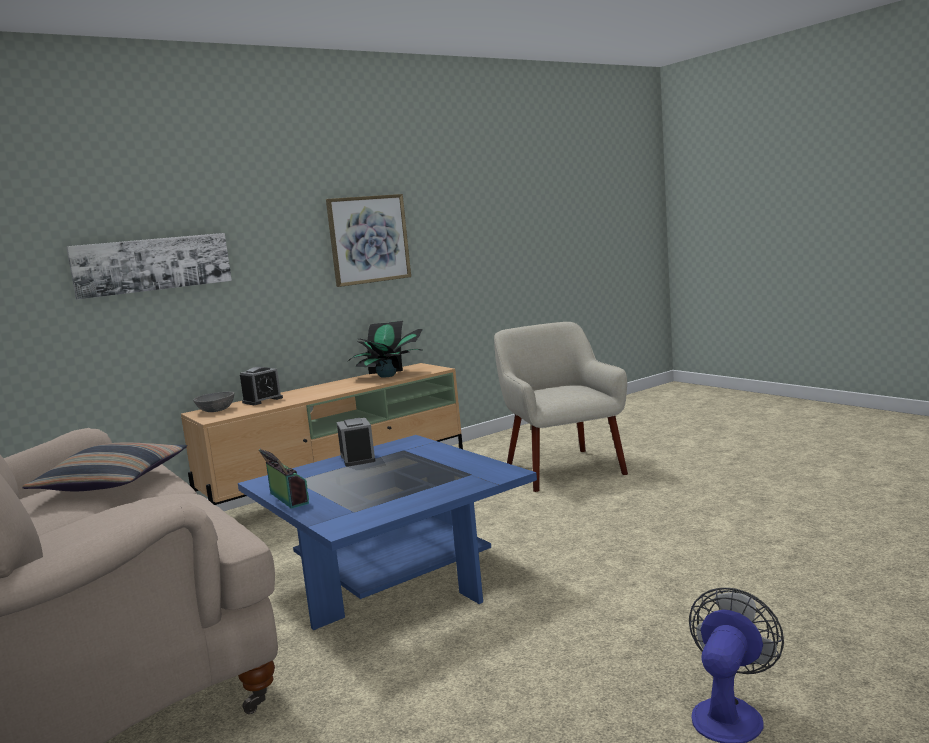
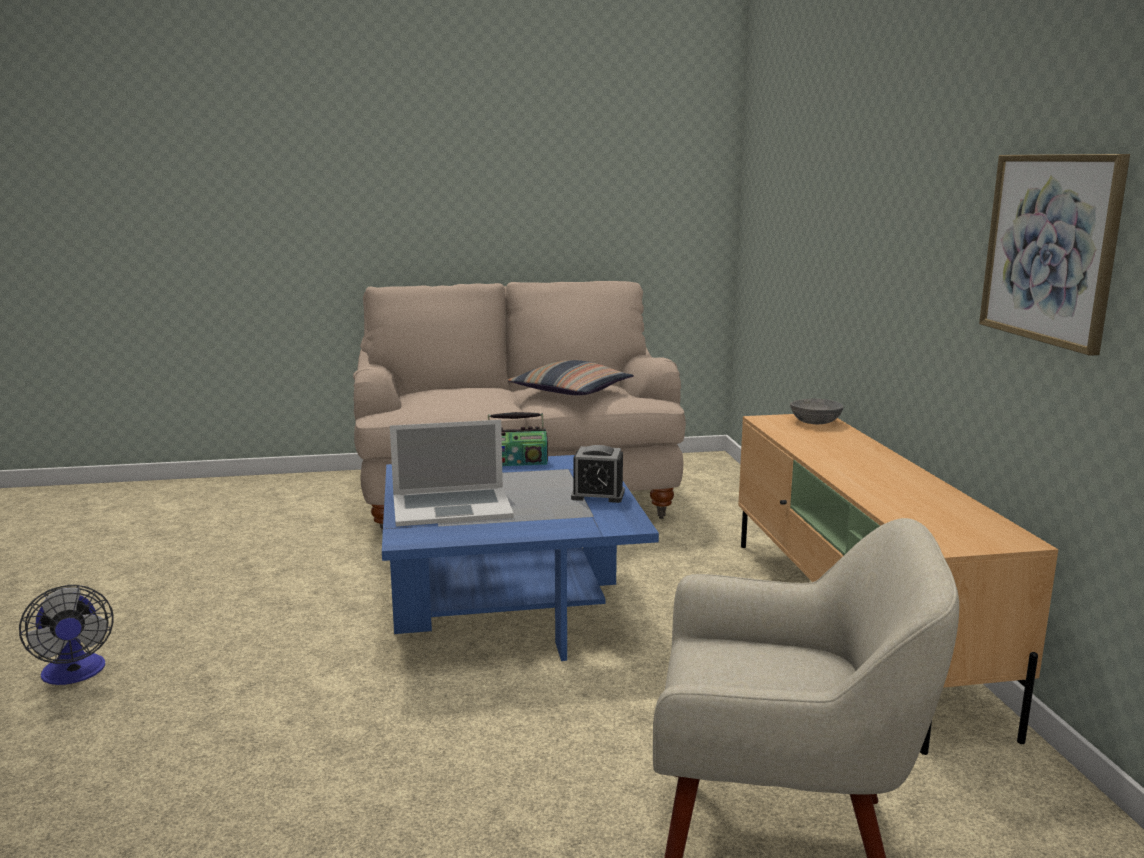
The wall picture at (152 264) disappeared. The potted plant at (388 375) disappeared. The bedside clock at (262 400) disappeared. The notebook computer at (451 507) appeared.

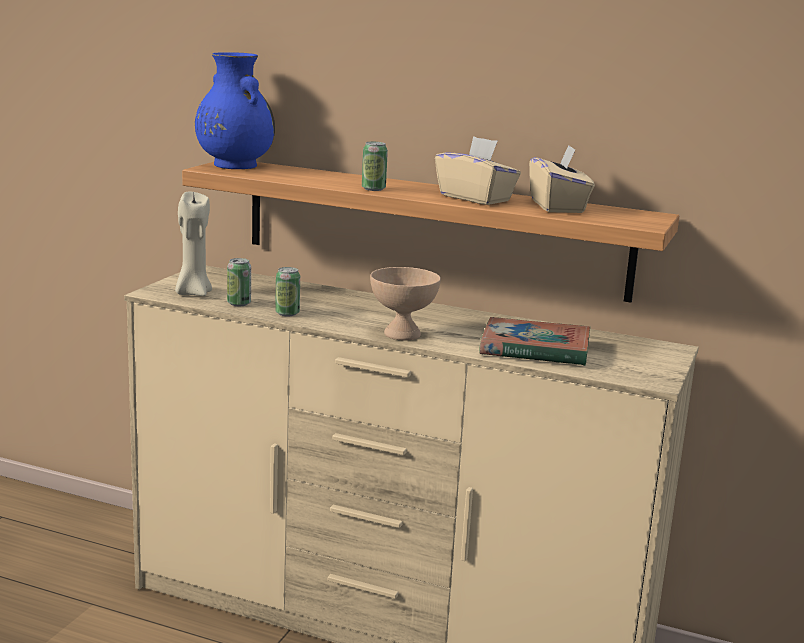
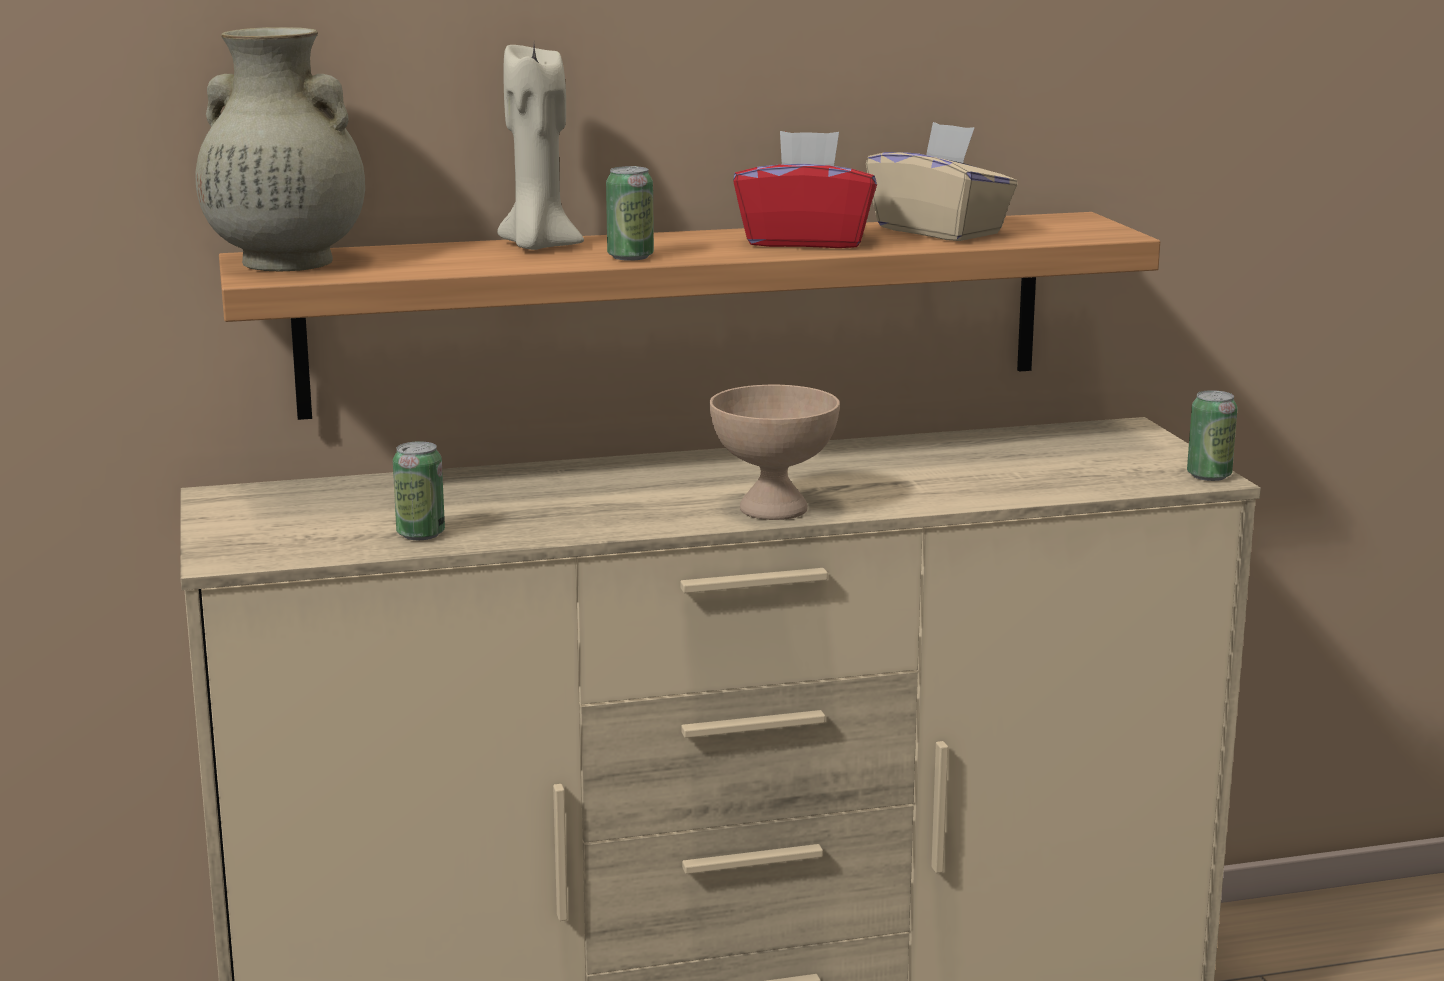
The blue-coloured vase at (234 165) became the beige vase at (284 262). The beige box of tissues at (475 198) became the red-coloured box of tissues at (806 241). The beige wax candle moved from (193 293) to (538 247). The sealed can moved from (287 313) to (1209 475). The book at (534 349) disappeared.

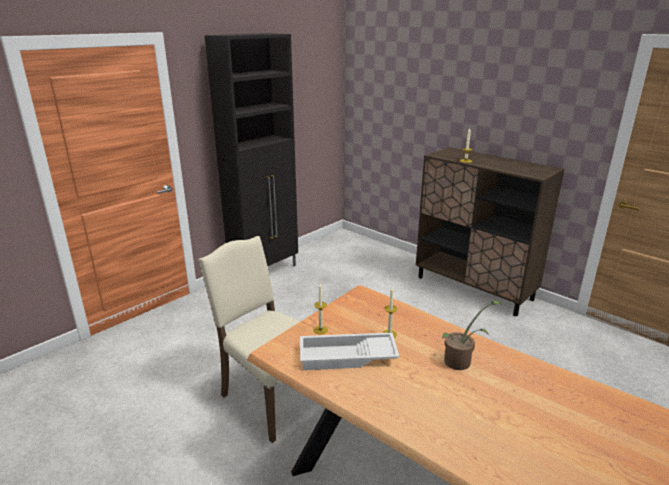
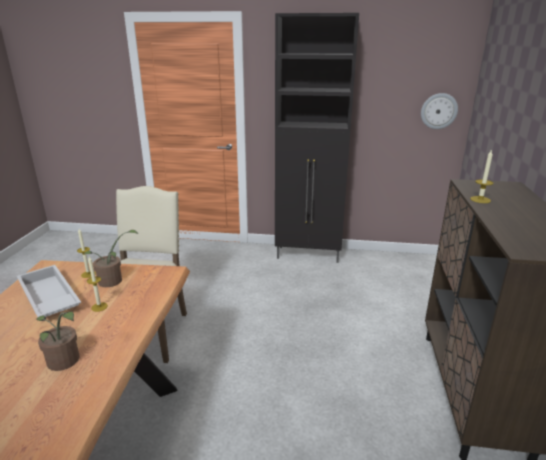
The clock on the wall at (438 111) appeared. The potted plant at (113 281) appeared.

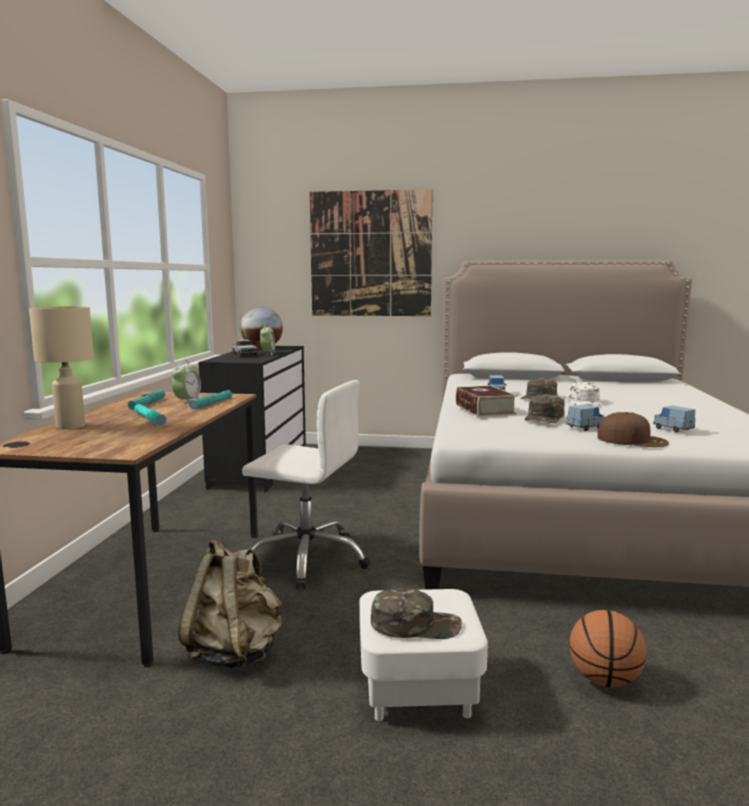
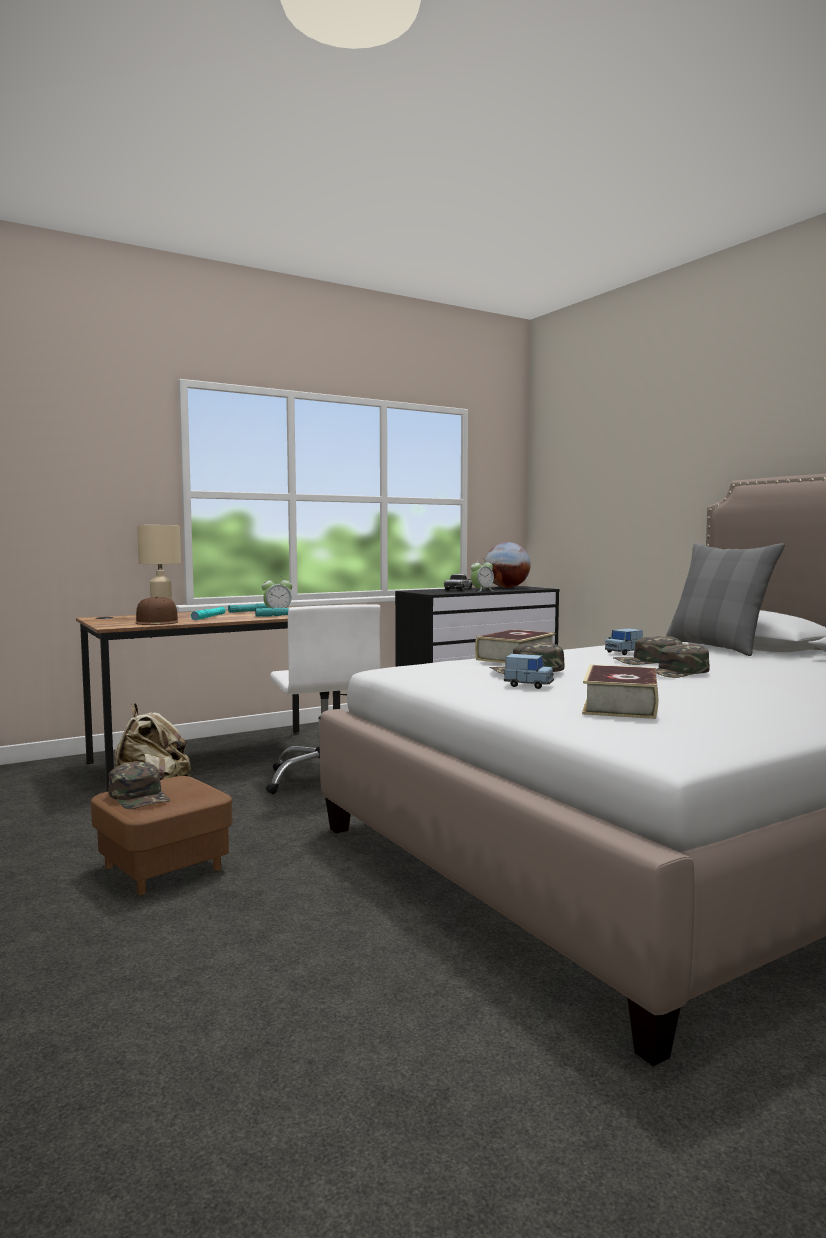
The wall picture at (370 254) disappeared. The white baseball cap at (585 402) became the greenish baseball cap at (676 672). The blue-coloured miniature car at (673 429) was replaced by the book at (620 705). The brown-coloured baseball cap moved from (633 440) to (157 621). The white footrest at (418 688) became the brown-coloured footrest at (164 868). The ball for basketball at (604 680) disappeared. The gray cushion at (717 647) appeared.

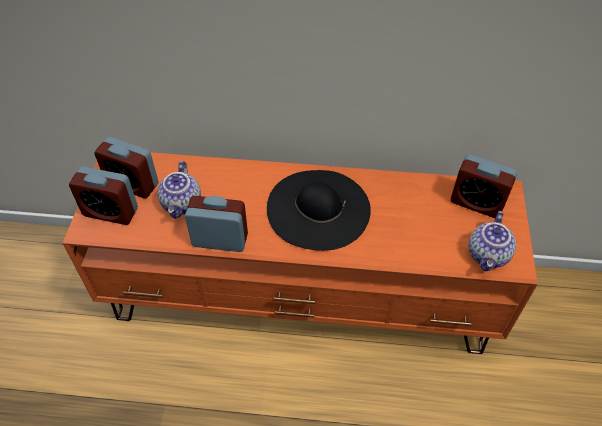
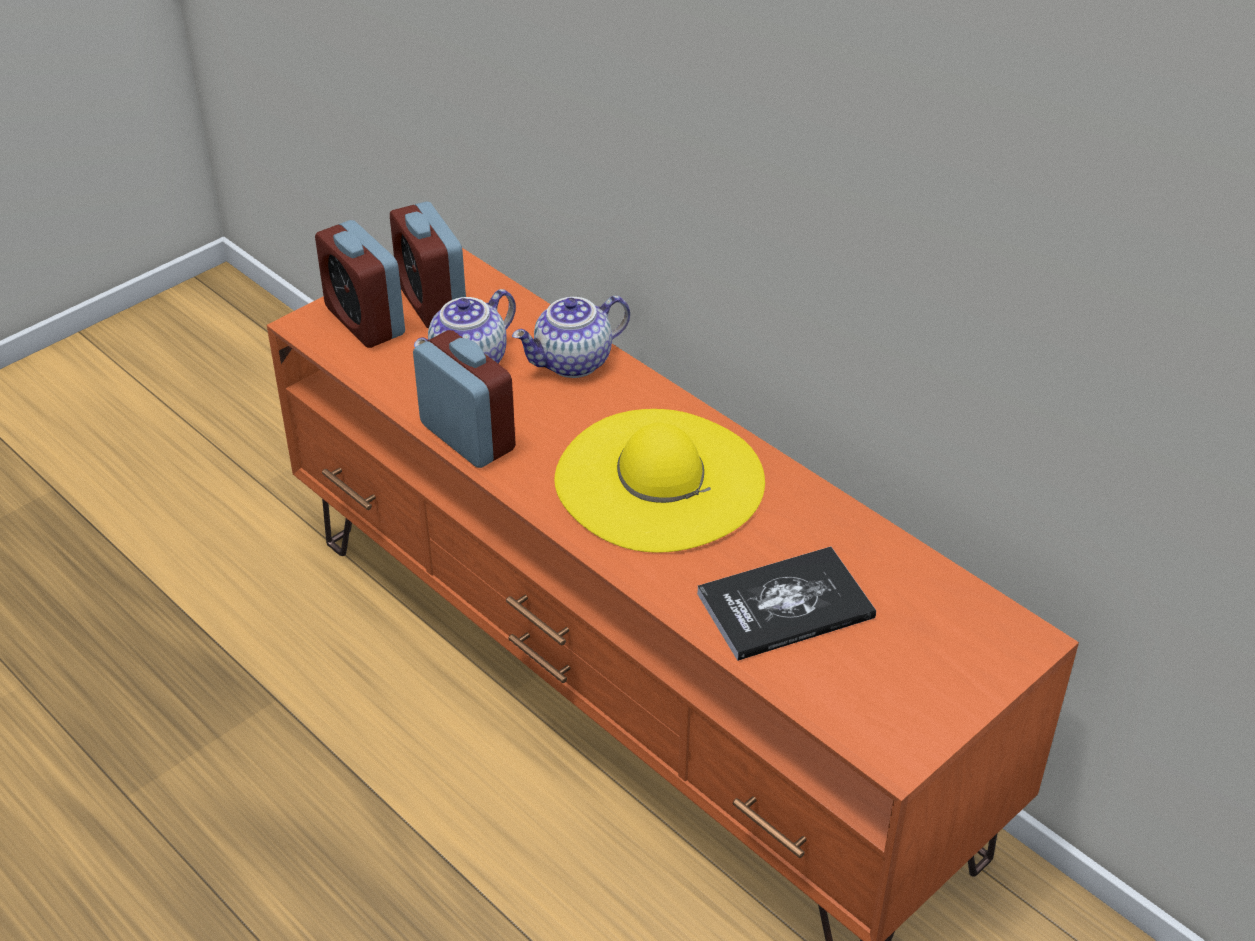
The bedside clock at (477 203) disappeared. The blackish clothing hat at (318 209) became the yellow-coloured clothing hat at (659 479). The pot for tea moved from (489 255) to (573 363). The book at (785 606) appeared.

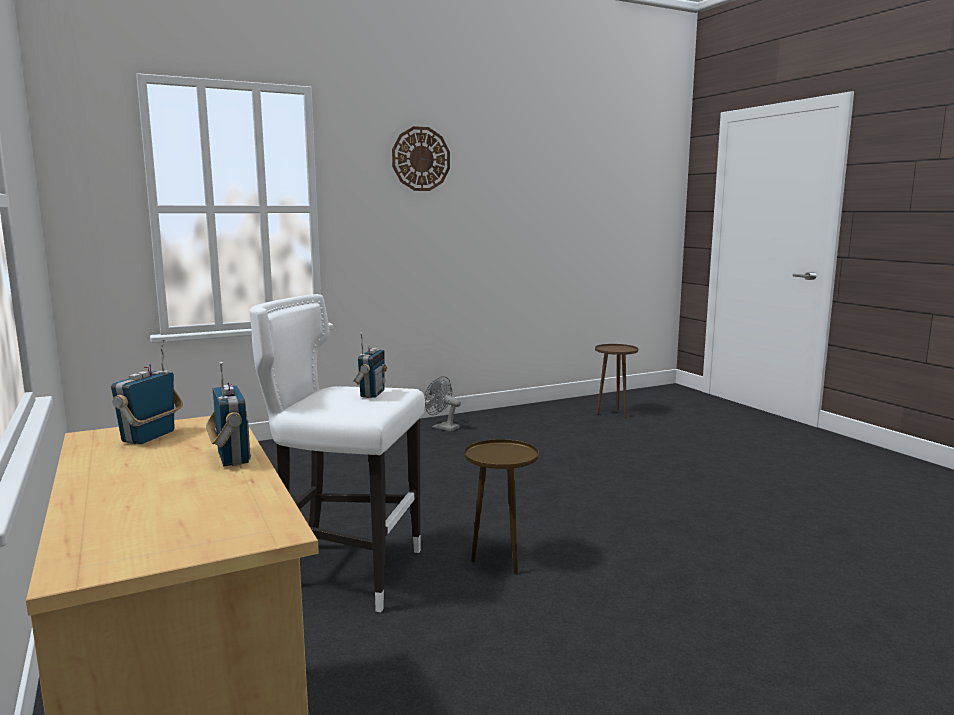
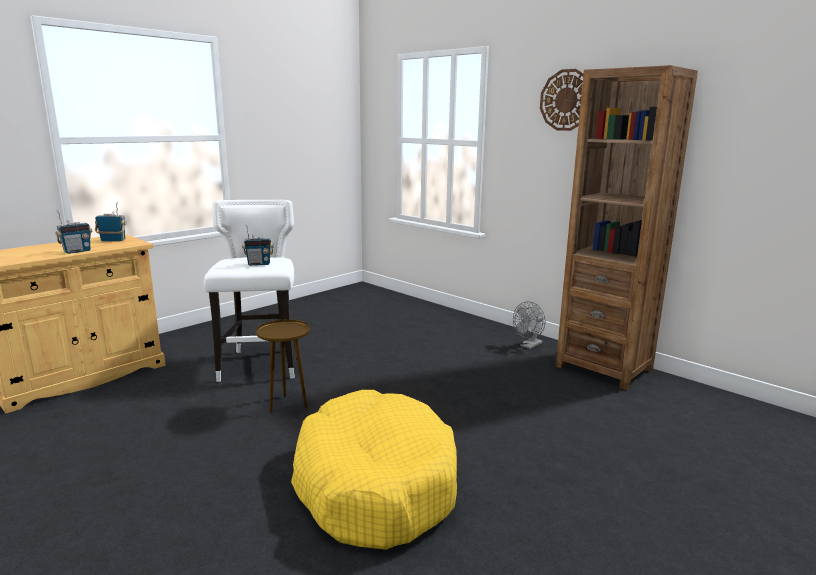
The brown-coloured accent table at (613 413) disappeared. The gray cooling fan at (442 427) turned 150 degrees counterclockwise. The brown-coloured bookshelf at (604 368) appeared. The yellow-coloured dog bed at (374 484) appeared.

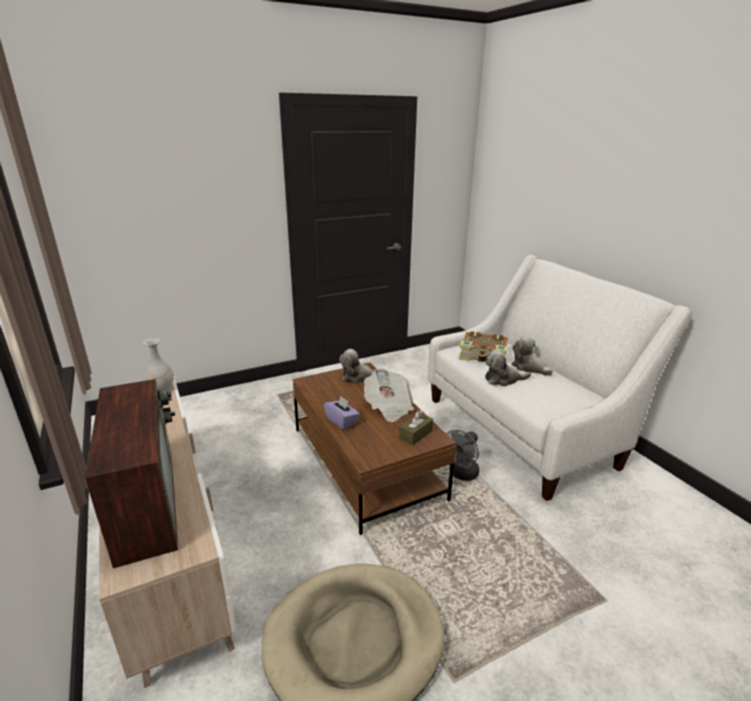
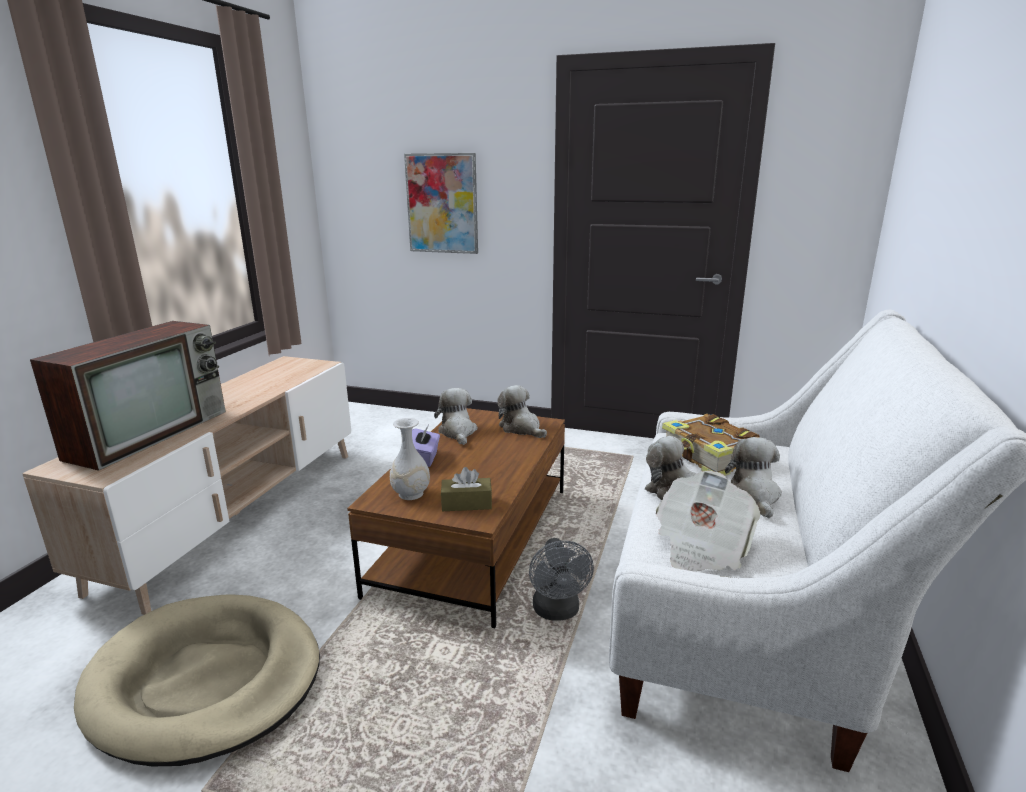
The white vase moved from (161 388) to (410 494). The daily paper moved from (388 407) to (701 546). The gray cooling fan at (461 474) turned 90 degrees counterclockwise. The wall picture at (442 203) appeared. The cuddly toy at (458 432) appeared.

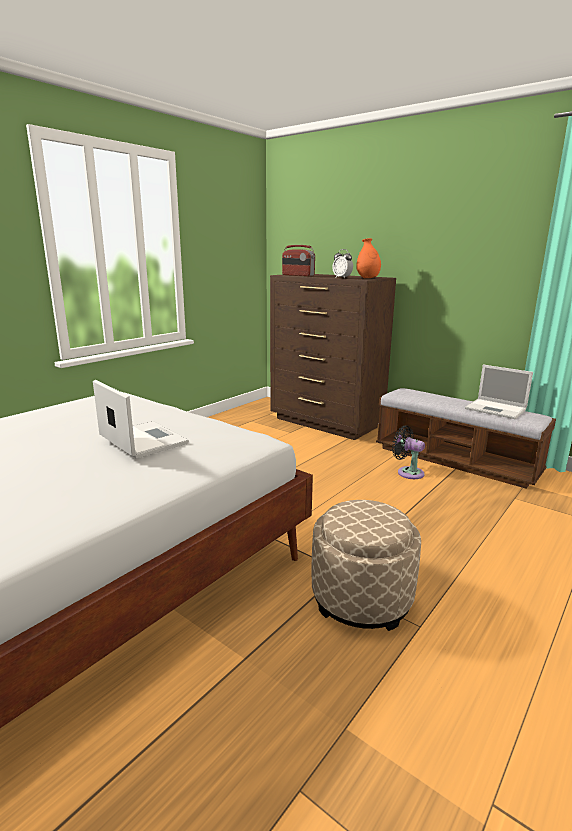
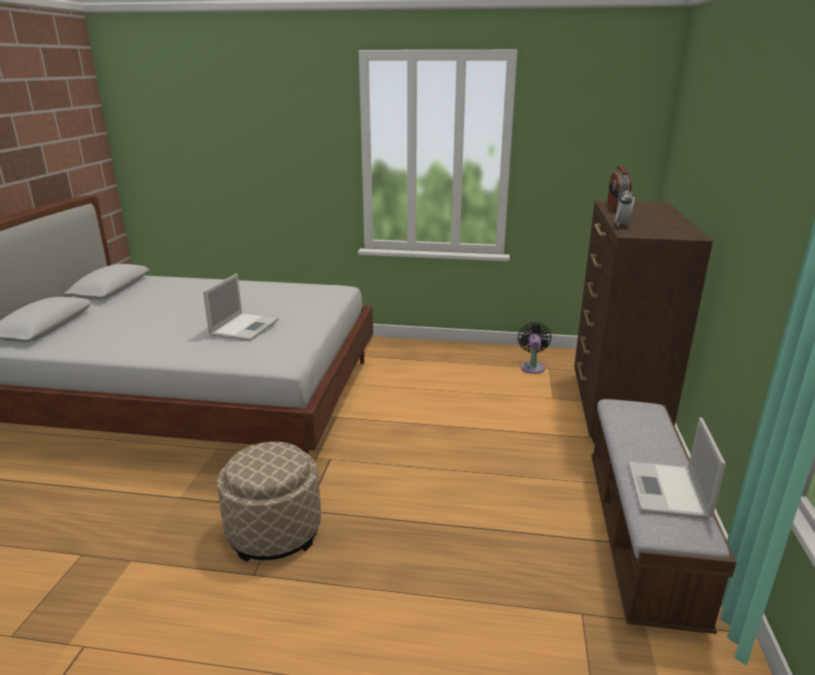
The orange-coloured vase at (367 278) disappeared. The blackish cooling fan moved from (407 472) to (532 366).

